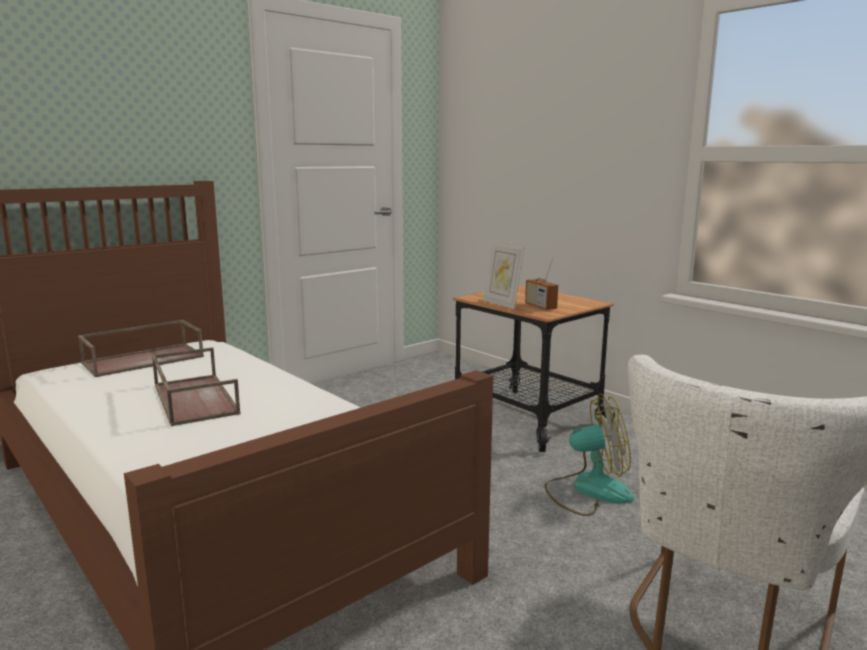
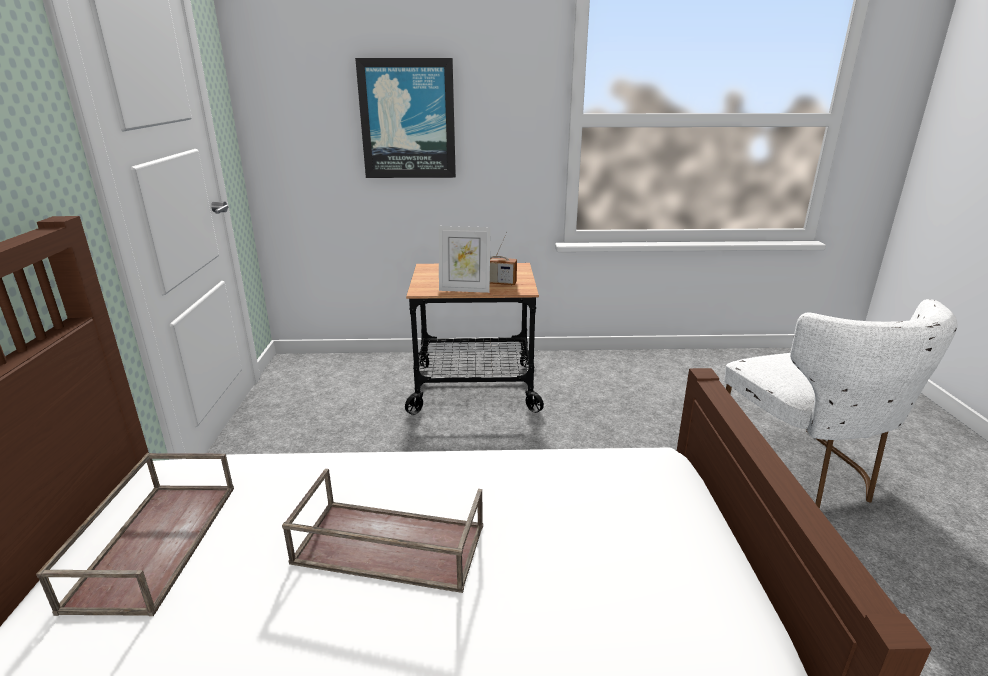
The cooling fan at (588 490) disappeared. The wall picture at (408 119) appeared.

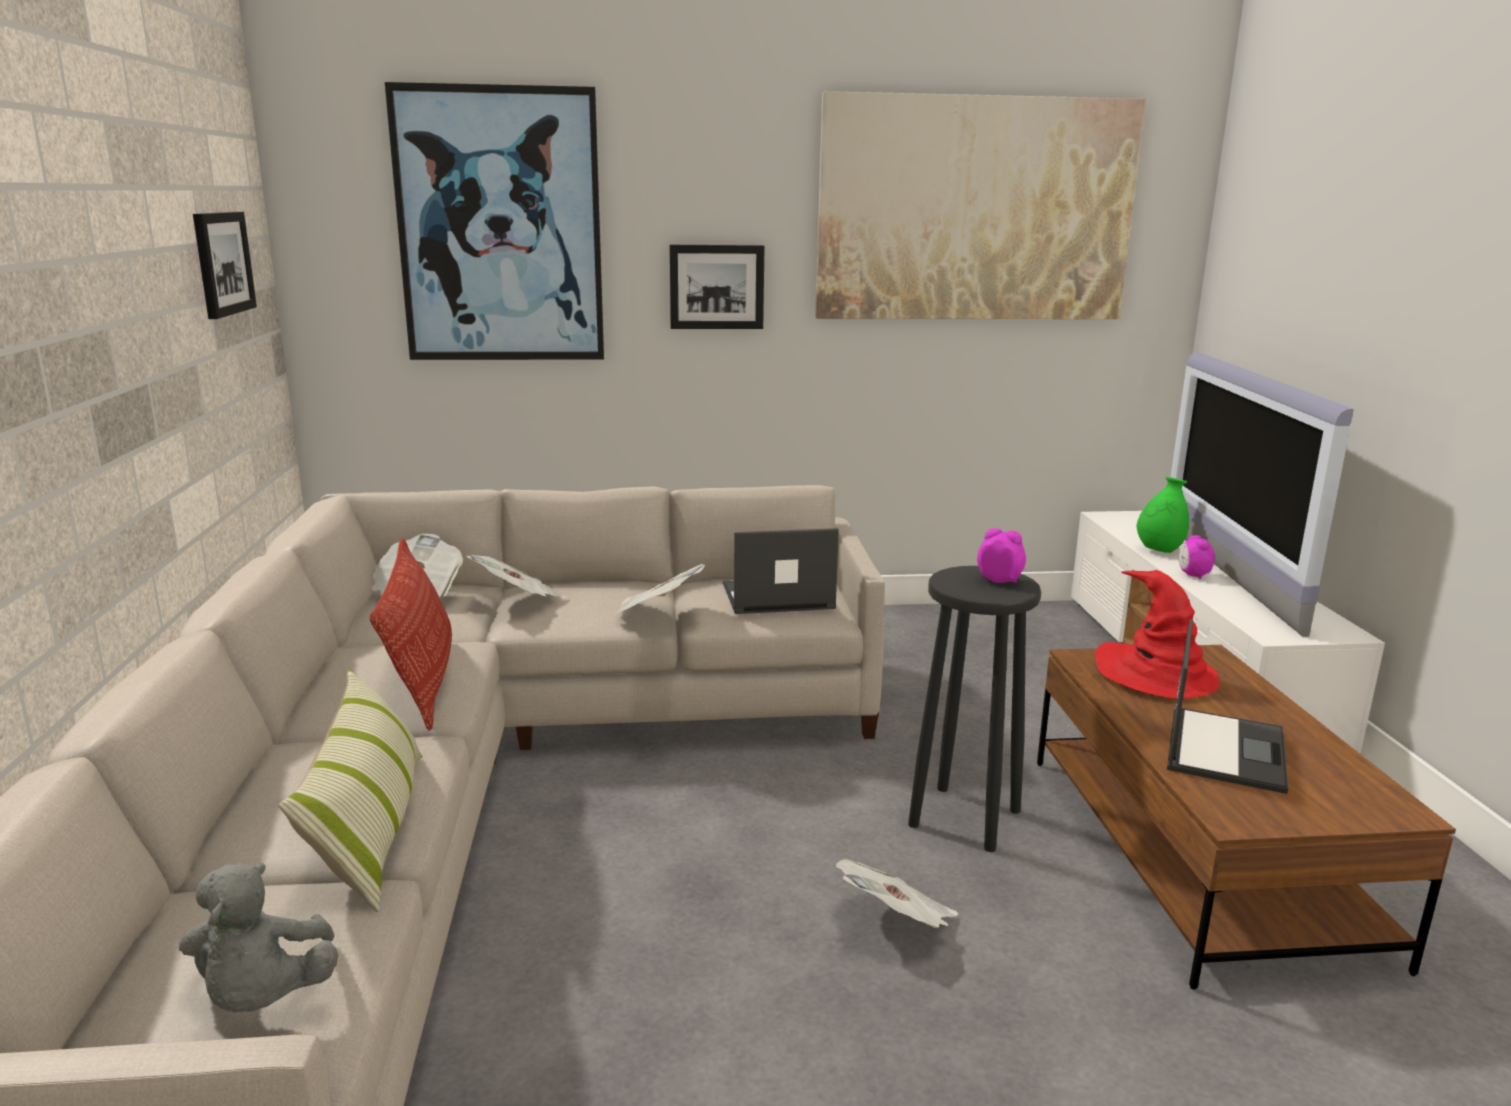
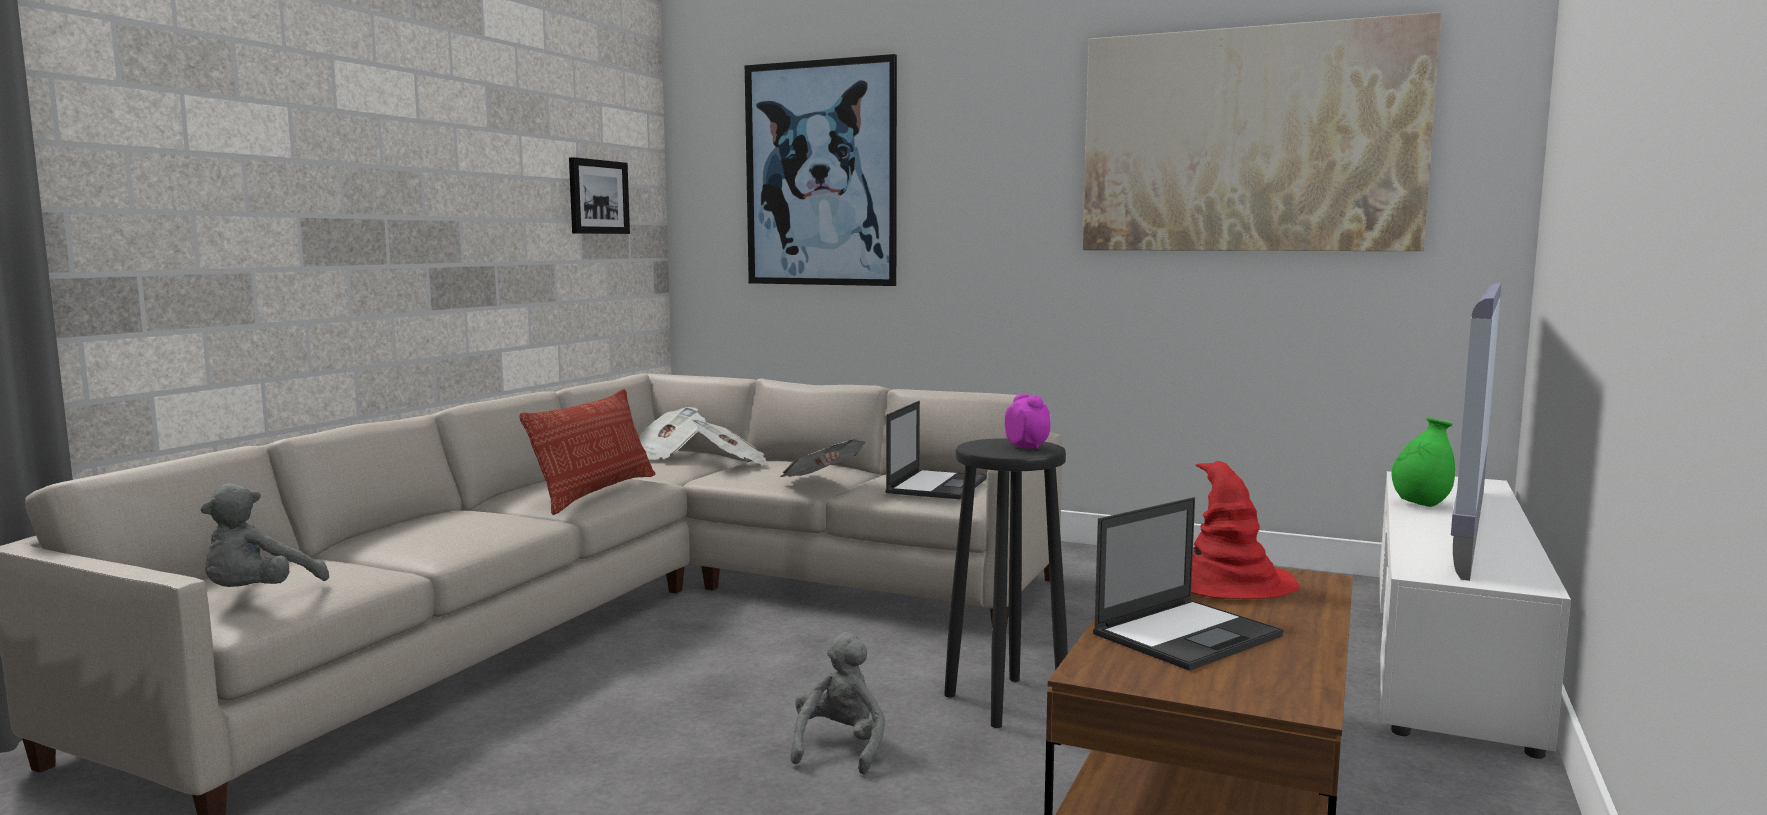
The wall picture at (716 287) disappeared. The notebook computer at (776 597) turned 90 degrees clockwise. The bedside clock at (1193 575) disappeared. The cushion at (370 828) disappeared. The daily paper at (897 921) was replaced by the gray cuddly toy at (840 747).

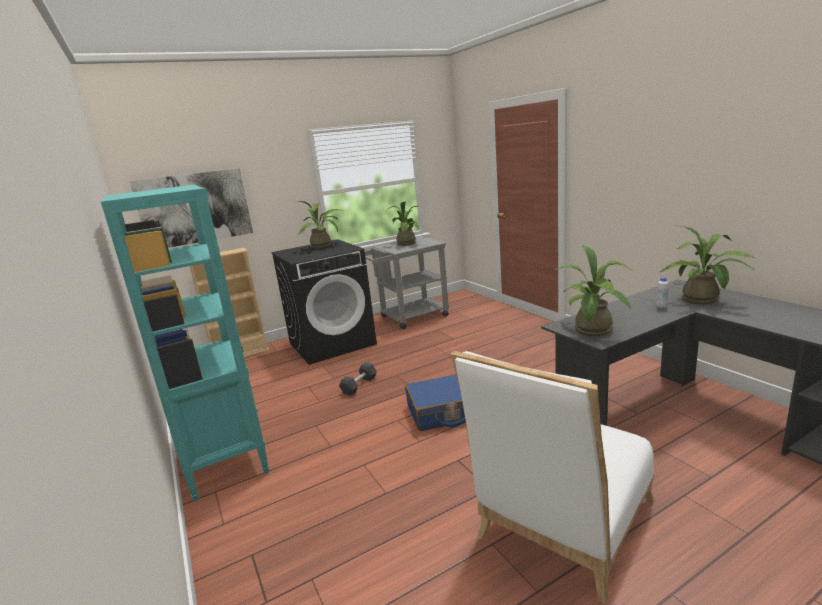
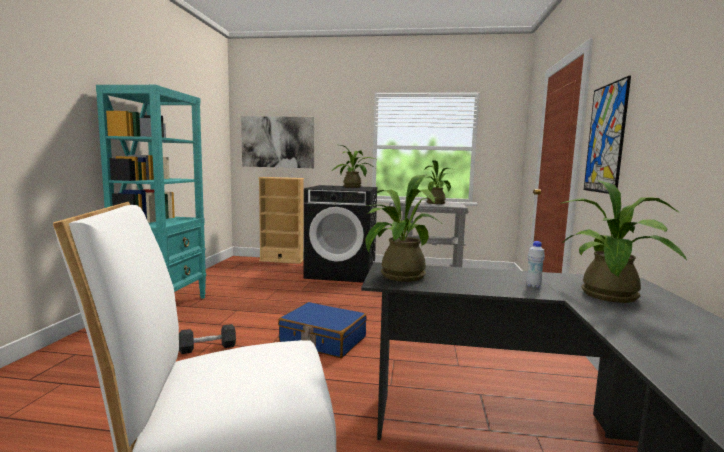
The blackish free weight moved from (359 385) to (208 348). The wall picture at (605 139) appeared.

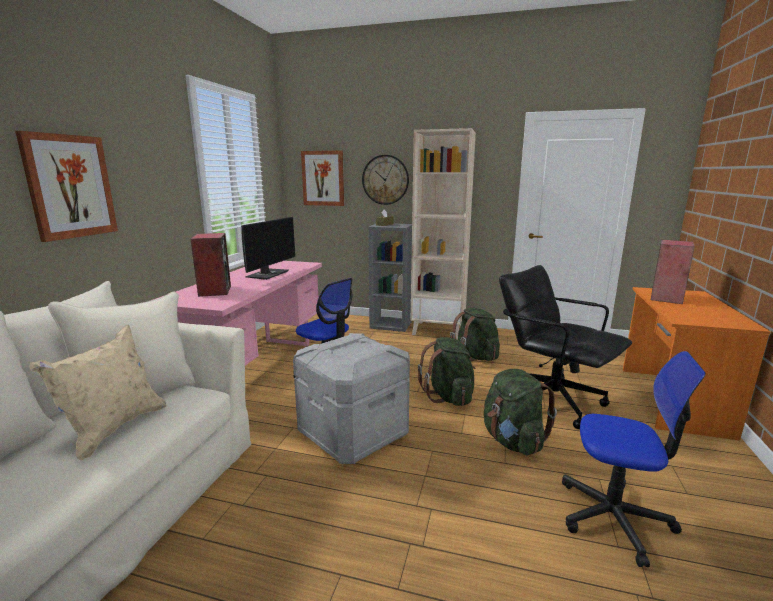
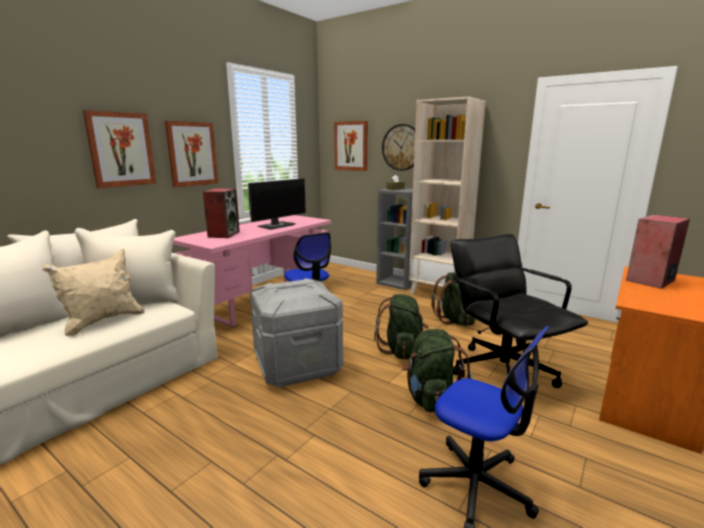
The wall picture at (192 154) appeared.

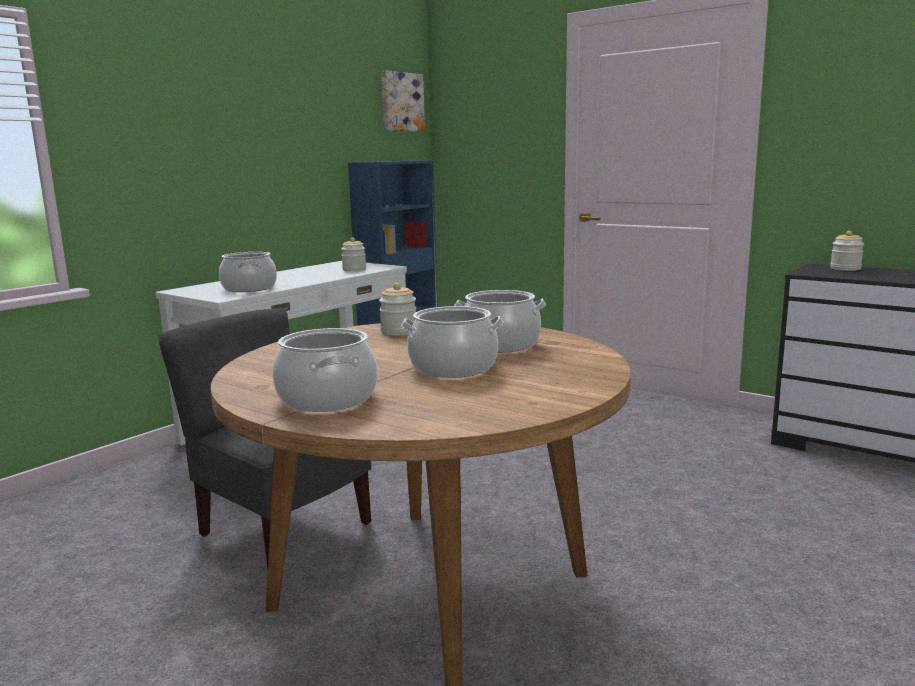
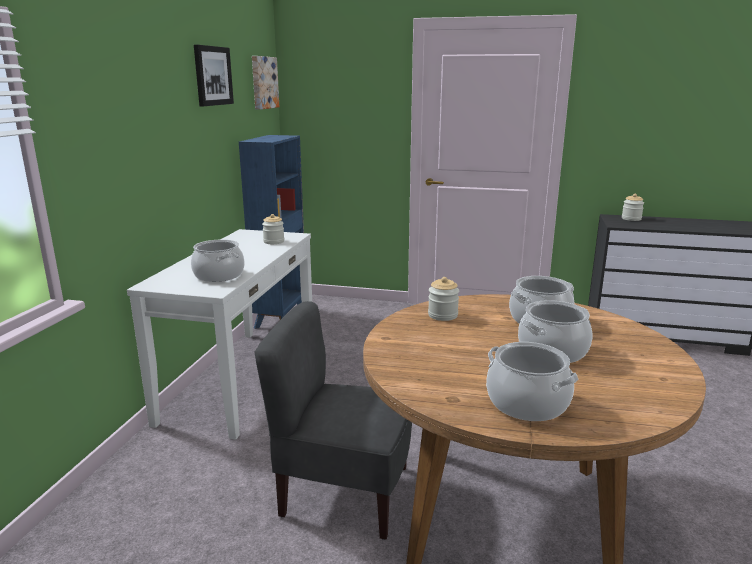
The wall picture at (212 76) appeared.

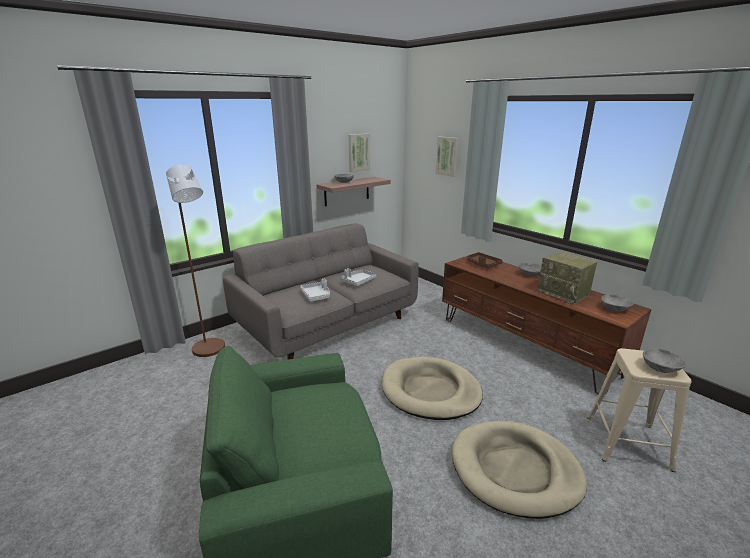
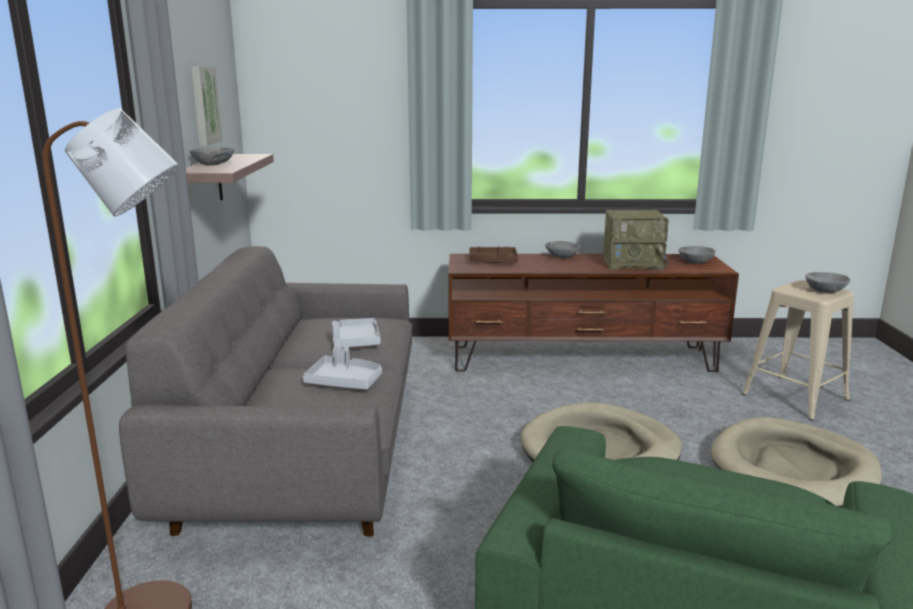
The wall picture at (447 156) disappeared.

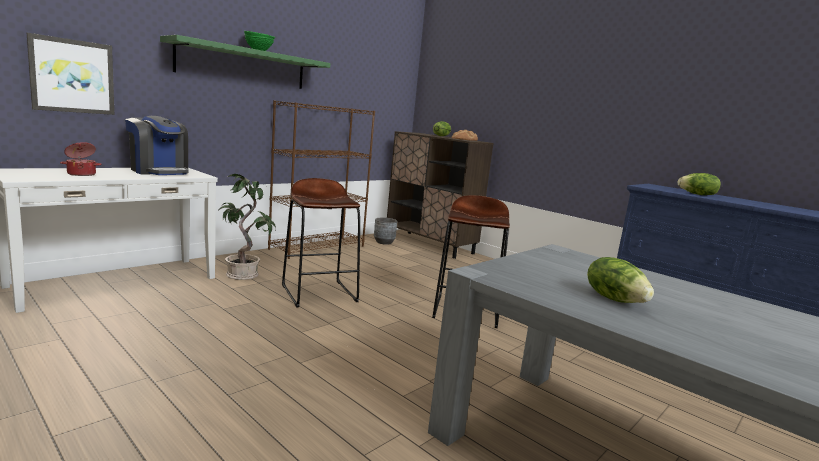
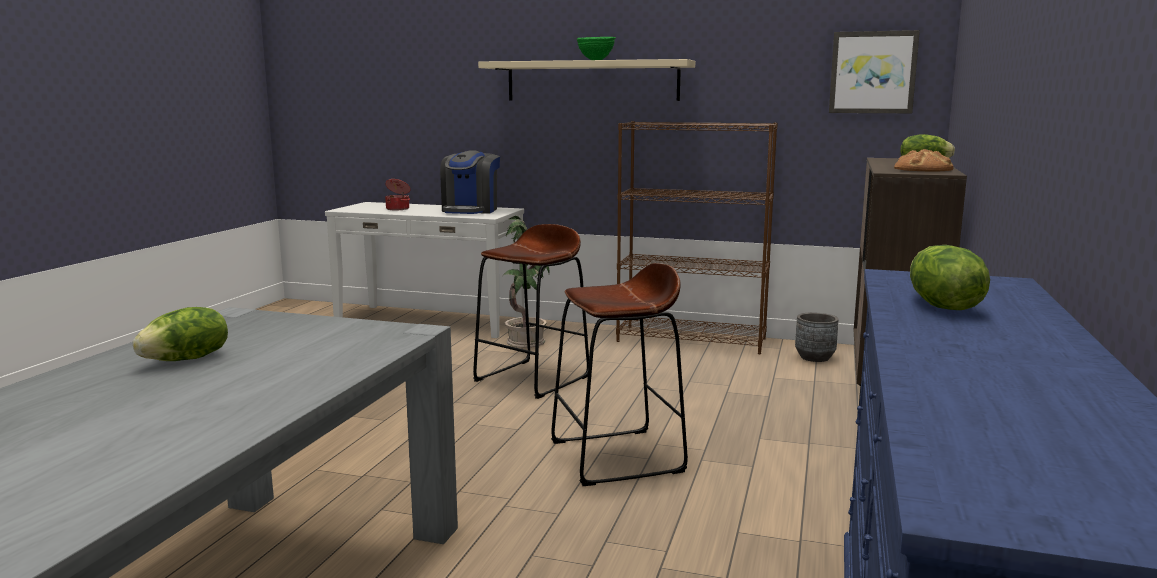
The wall picture moved from (72 76) to (872 72). The greenish bracket shelf at (243 66) became the beige bracket shelf at (592 81).

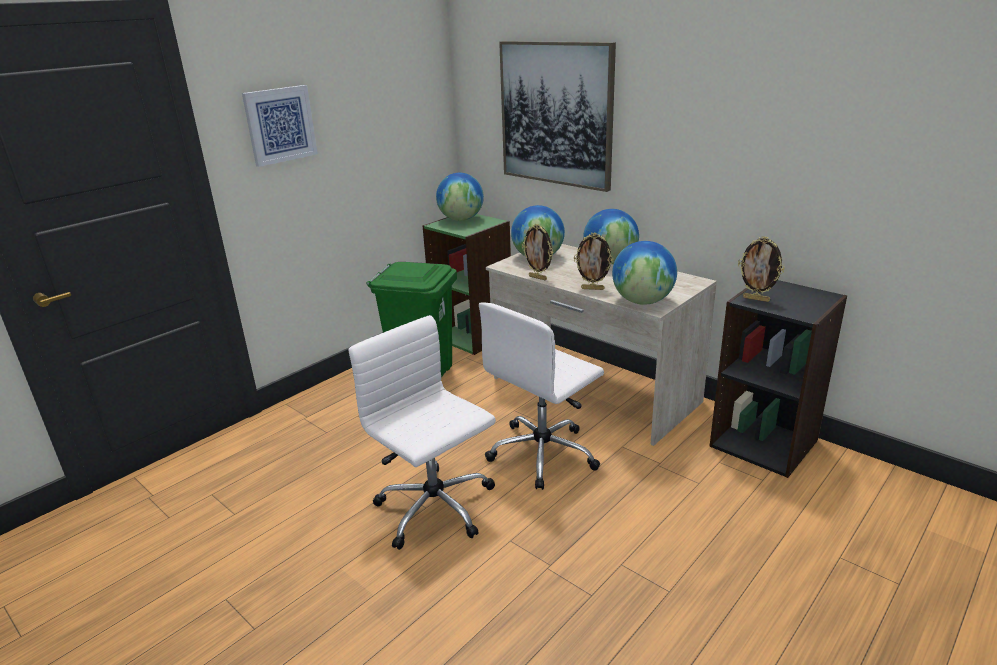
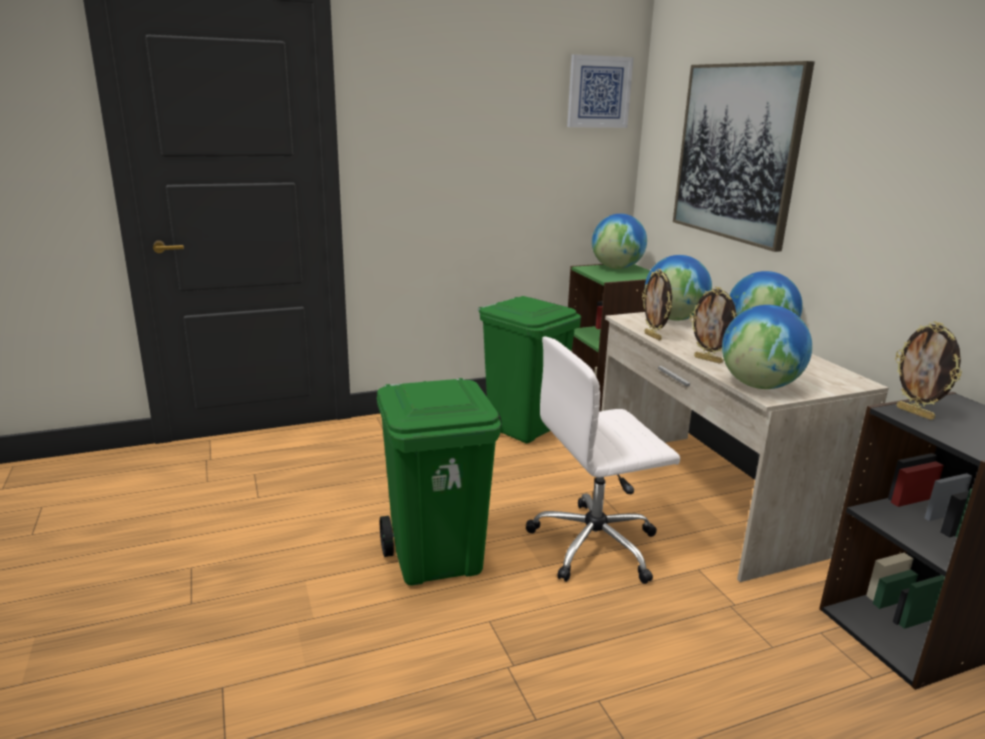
The wall picture moved from (280 125) to (599 92). The white computer chair at (436 509) was replaced by the greenish trash can at (437 559).

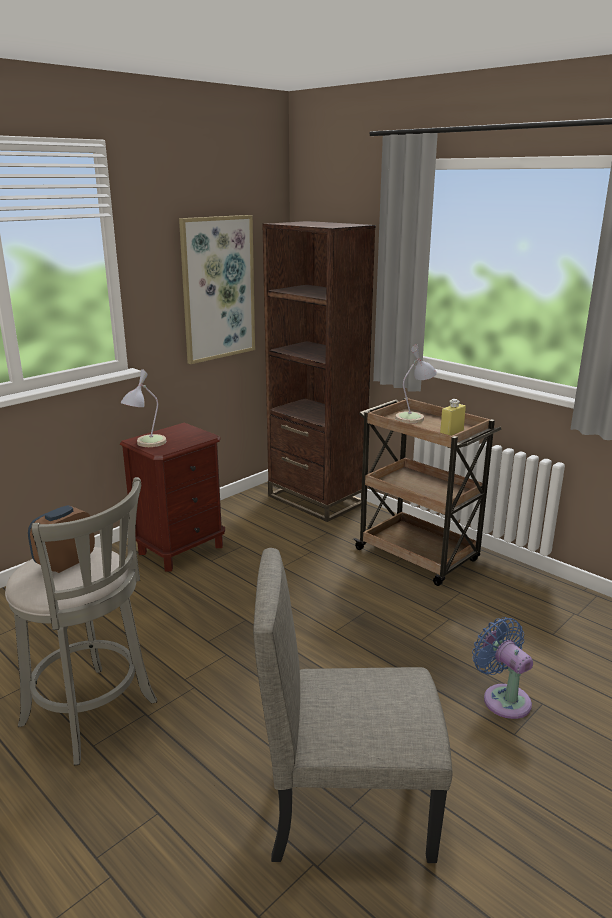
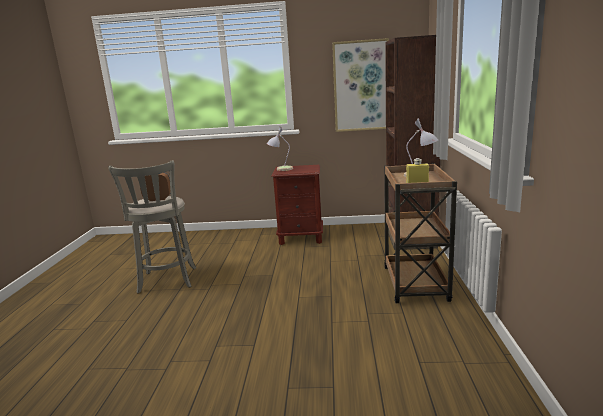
The beige chair at (350 805) disappeared. The blue-coloured cooling fan at (503 698) disappeared.

